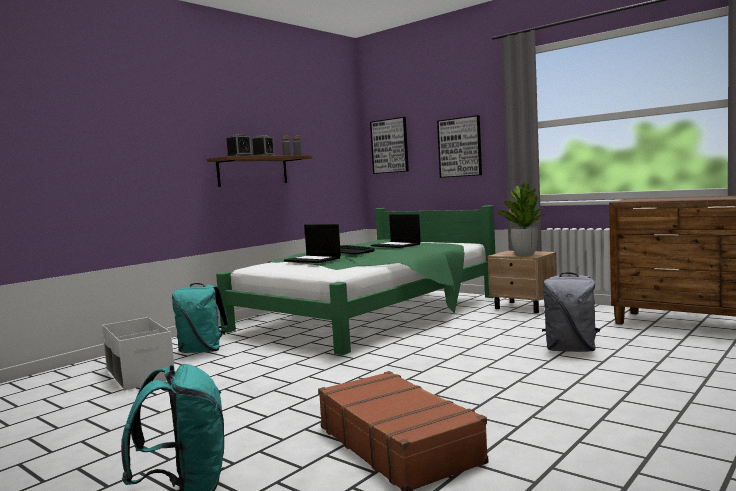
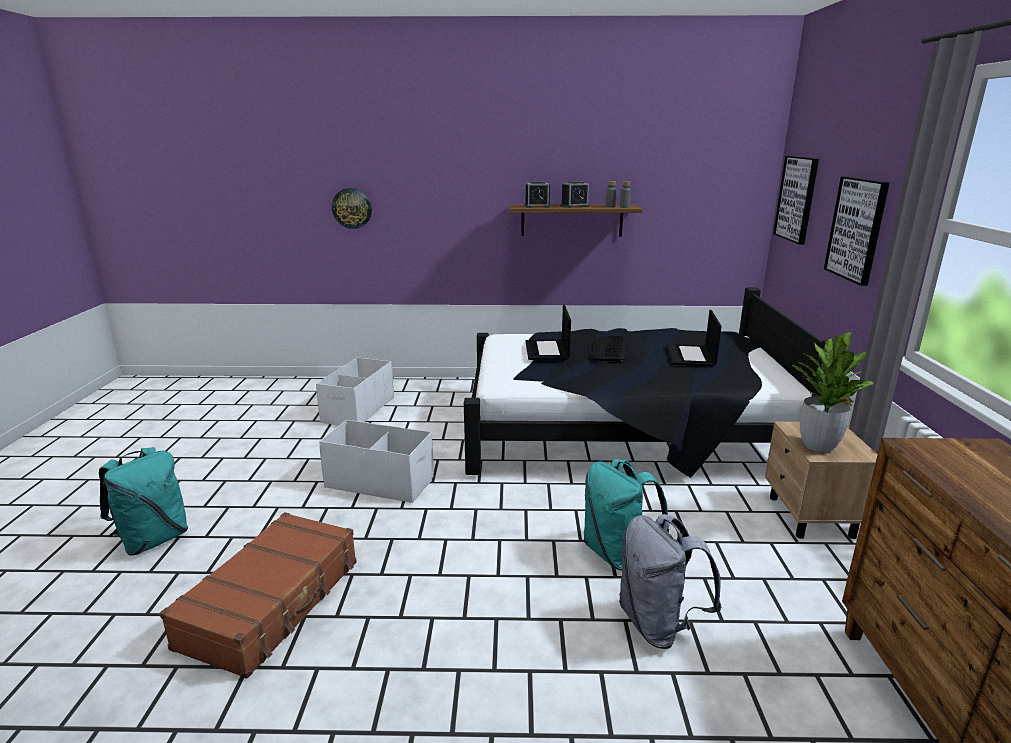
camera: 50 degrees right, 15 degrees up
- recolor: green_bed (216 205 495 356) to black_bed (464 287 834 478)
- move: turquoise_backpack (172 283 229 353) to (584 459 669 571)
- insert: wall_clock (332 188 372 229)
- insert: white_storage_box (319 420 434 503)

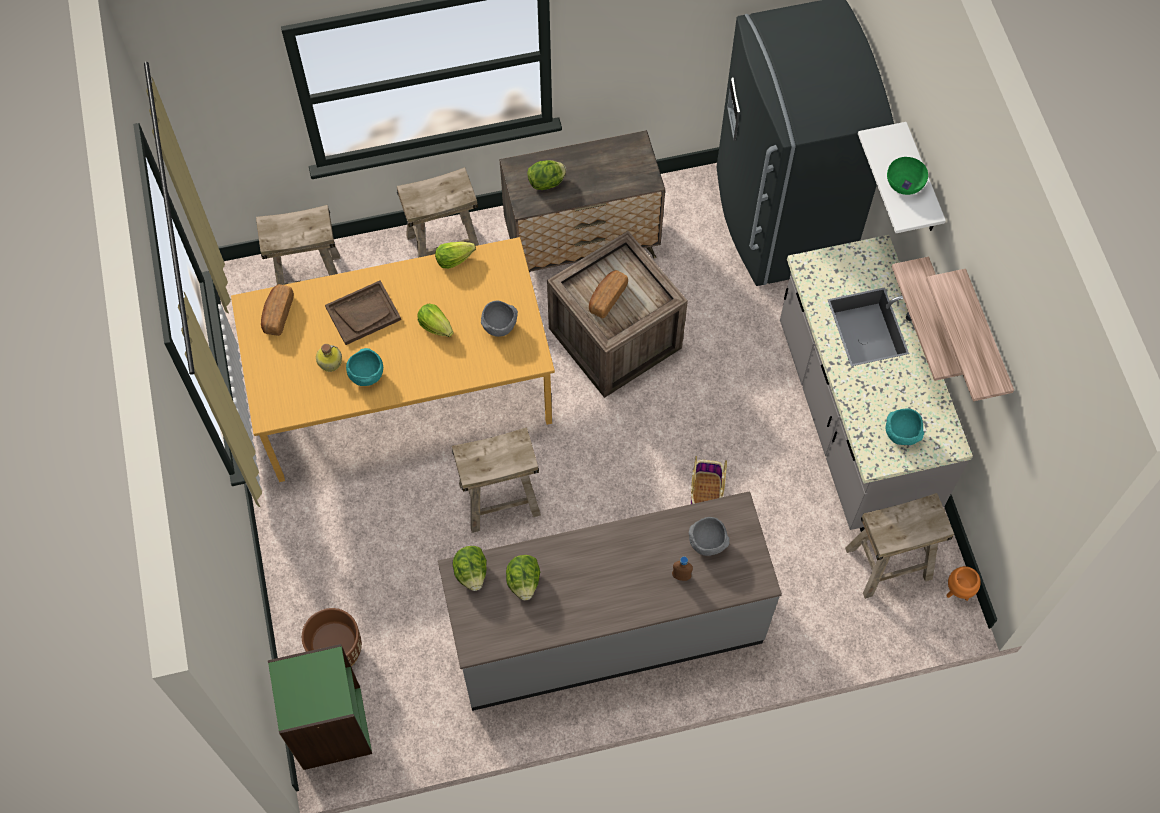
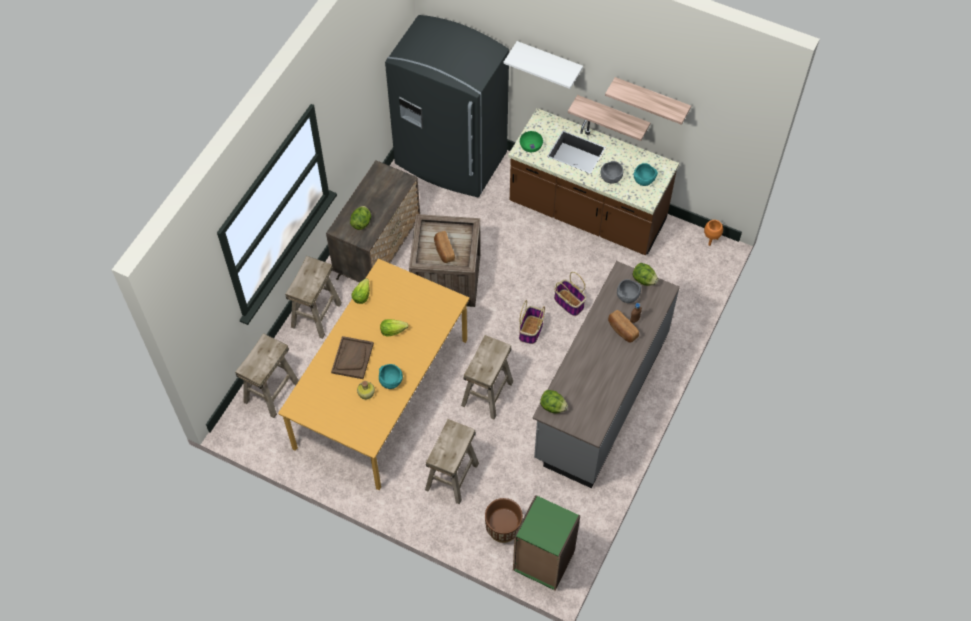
camera: 50 degrees left, 5 degrees down
- move: green_bowl (887 157 928 195) to (520 131 543 152)
- recolor: grey_counter (780 235 973 532) to brown_counter (508 108 679 255)
- move: bread (261 284 294 336) to (608 310 639 343)
- move: grey_bowl (481 300 518 337) to (601 161 623 184)
- move: beige_stool (845 493 954 599) to (425 419 479 504)
- move: lettuce (506 555 540 600) to (633 263 658 286)
- insert: basket (519 300 545 344)

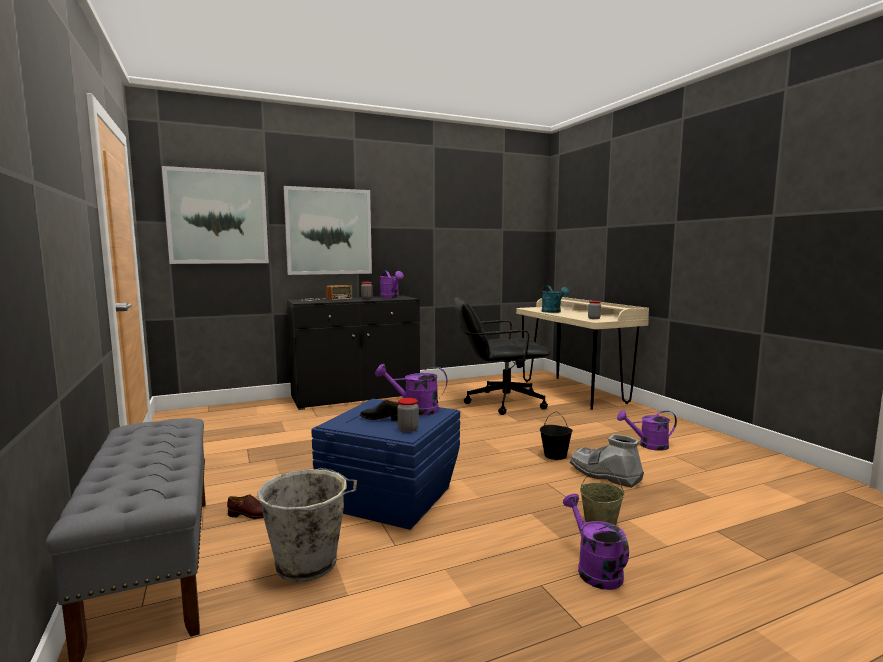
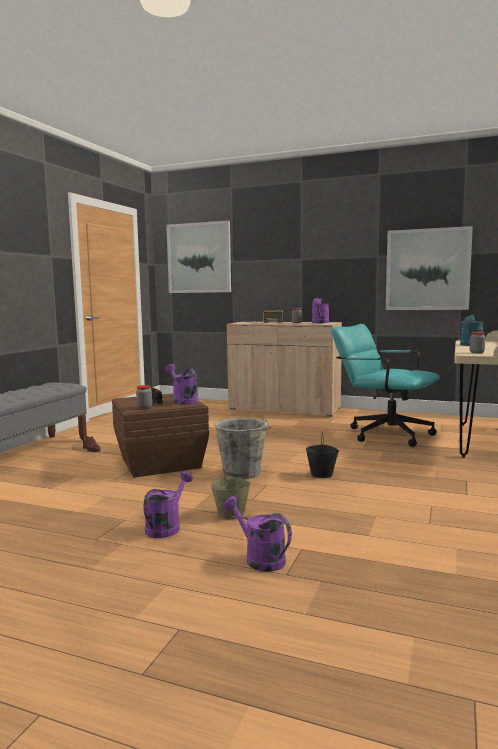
camera: 45 degrees right, 0 degrees up
- move: picture (283 186 372 275) to (386 226 473 310)
- recolor: black_cabinet (287 296 420 410) to beige_cabinet (227 322 342 417)
- recolor: black_office_chair (454 297 550 415) to turquoise_office_chair (331 324 440 447)
- recolor: blue_storage_box (311 399 460 530) to brown_storage_box (112 394 209 478)
- move: purple_watering_can (617 410 677 451) to (224 496 292 572)
- delete: grey_boot (570 434 644 488)
- move: grey_bucket (257 468 357 582) to (214 418 271 479)

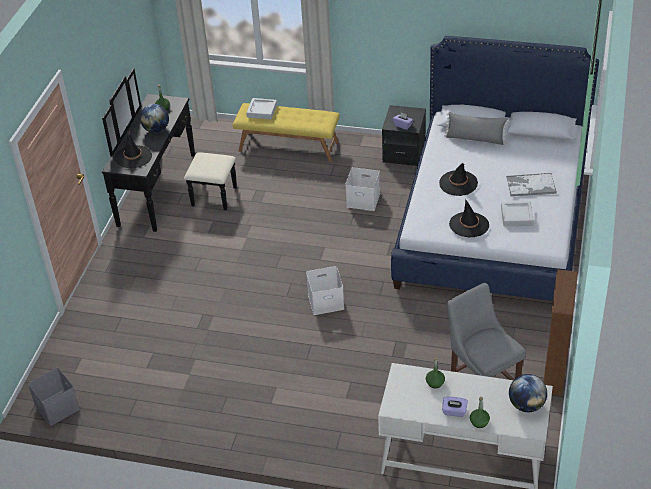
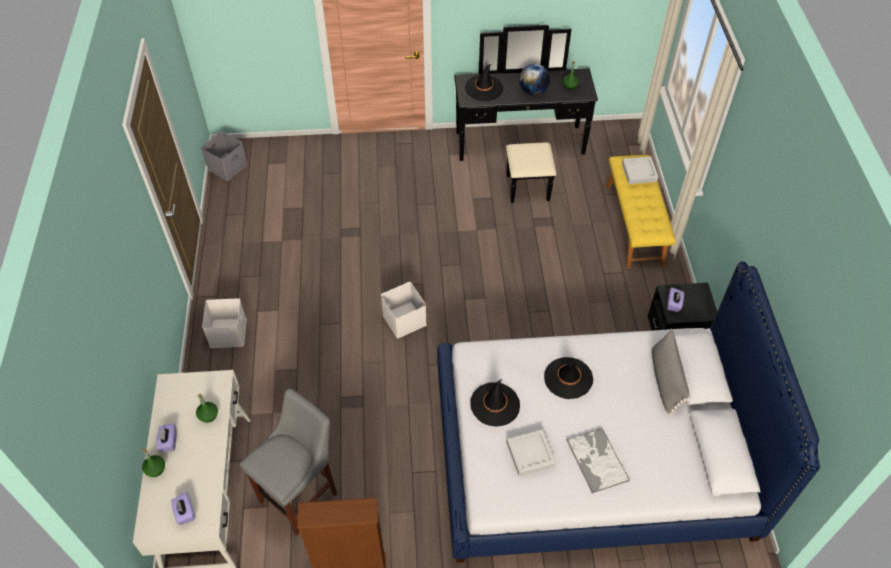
camera: 70 degrees right, 10 degrees up
- move: white_storage_box (345 167 380 211) to (202 298 247 348)
- replace: globe (509 374 547 412) to purple_tissue_box (171 492 195 525)

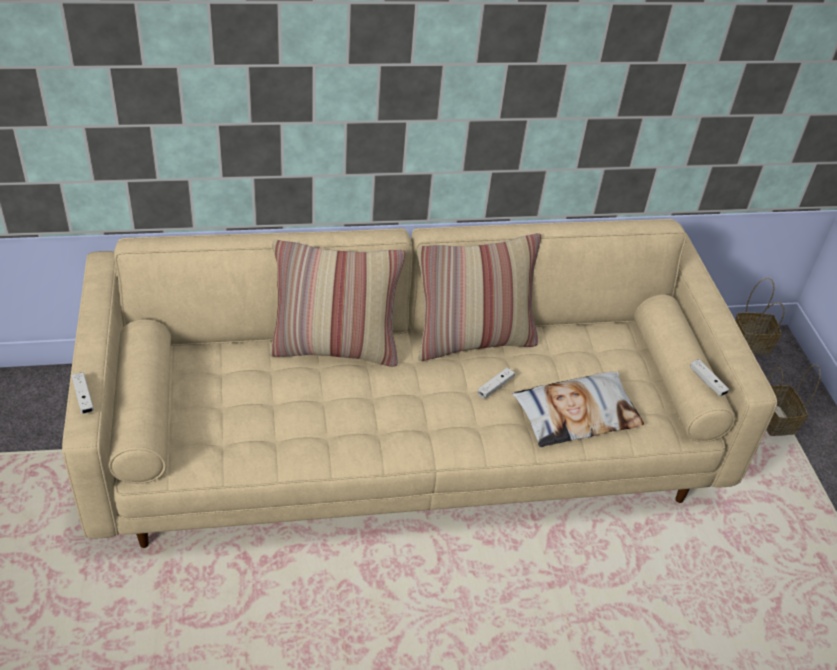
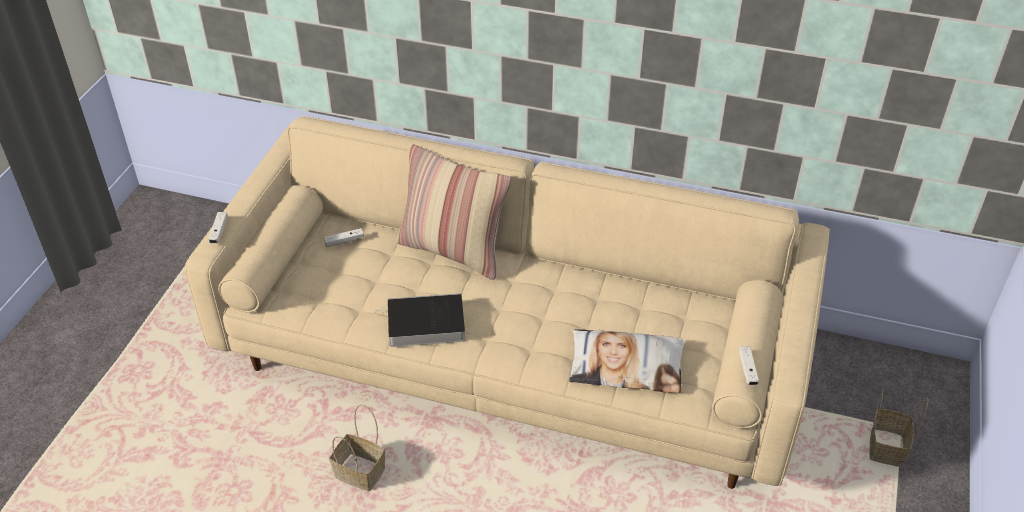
camera: 30 degrees right, 0 degrees up
- delete: pillow (417 233 541 361)
- move: basket (735 278 785 355) to (329 404 385 491)
- move: white_game_controller (478 368 515 399) to (324 228 364 247)
- insert: book (374 293 465 347)

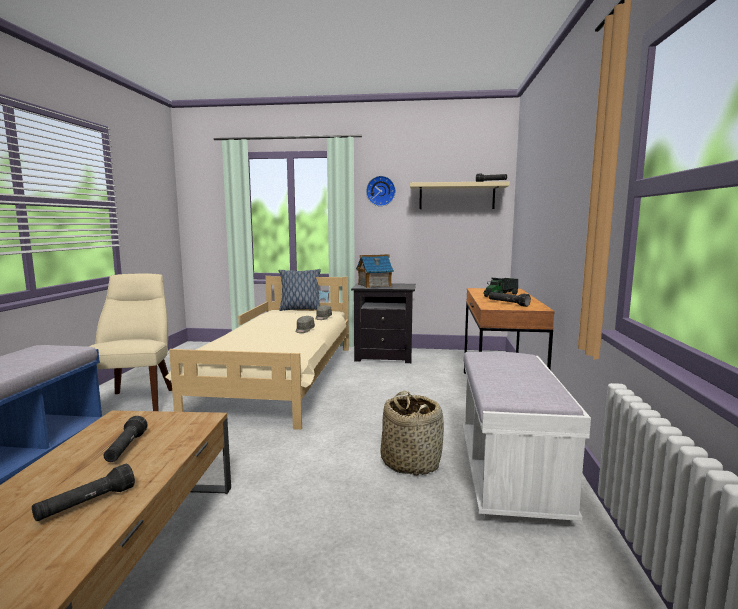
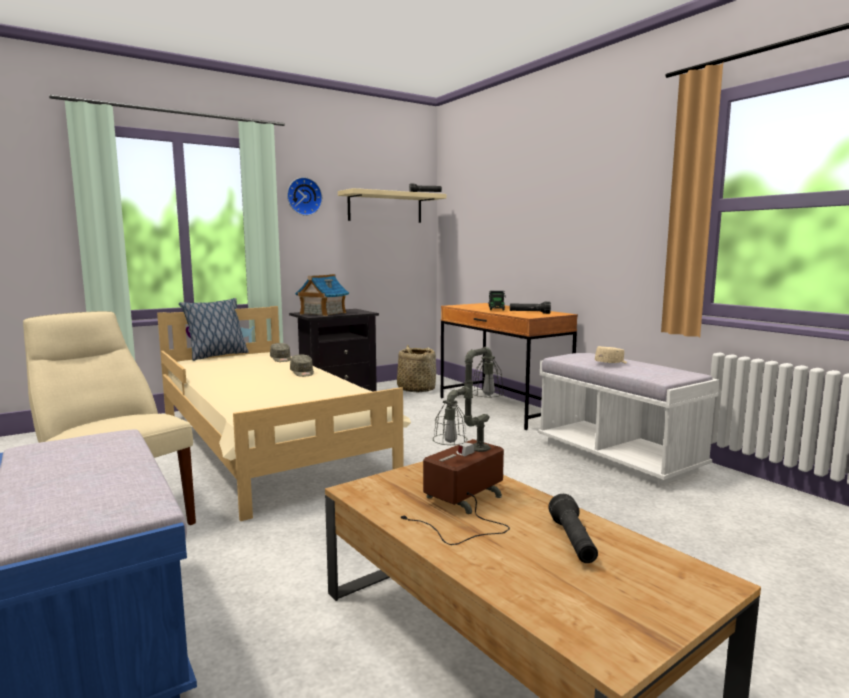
camera: 40 degrees left, 0 degrees up
- move: basket (381 391 444 476) to (397 345 436 392)
- replace: black_flashlight (104 416 148 462) to table_lamp (401 347 510 545)
- insert: beige_cap (595 346 627 364)

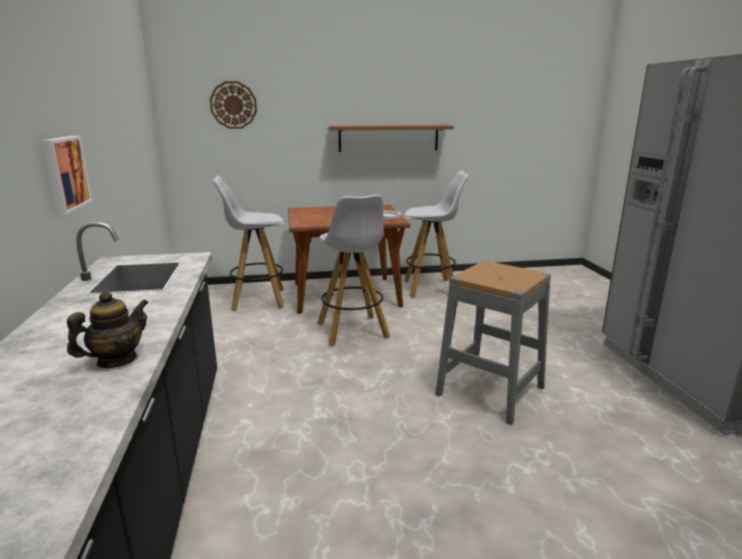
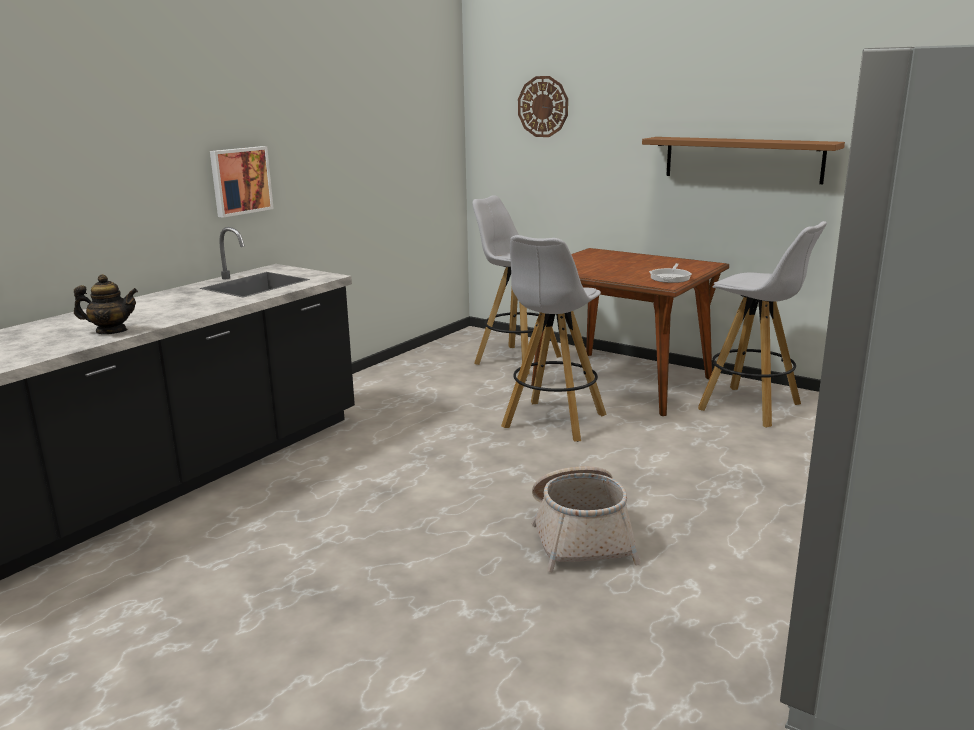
camera: 45 degrees right, 0 degrees up
- replace: grey_stool (435 261 551 425) to basket (532 466 641 572)

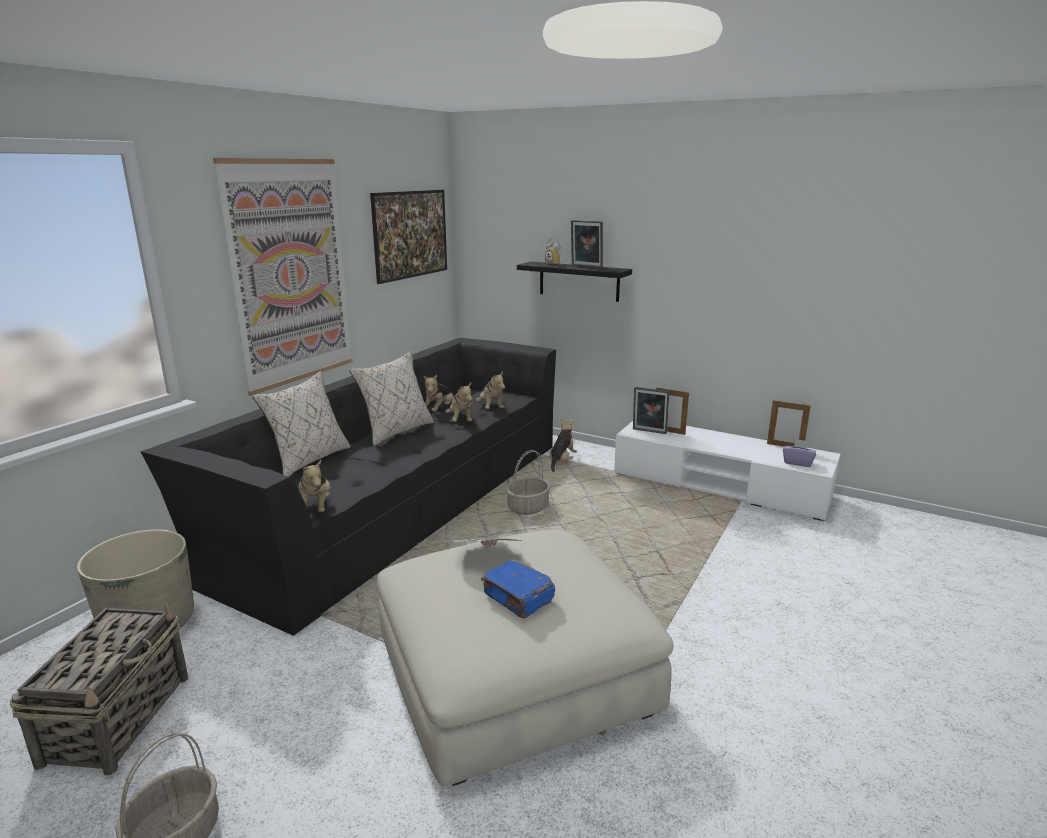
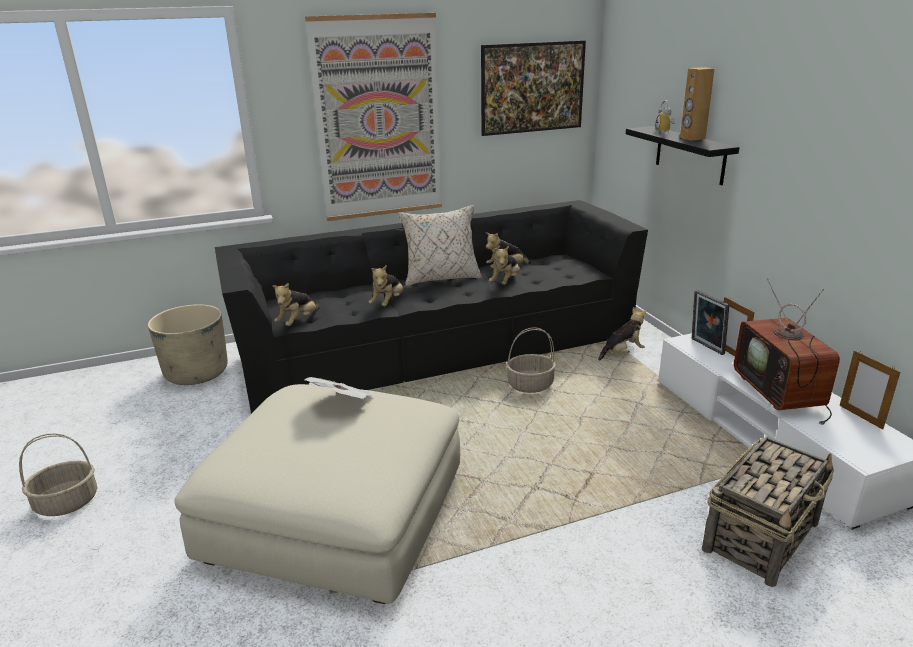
camera: 40 degrees right, 5 degrees up
- replace: picture_frame (571 220 603 268) to brown_speaker (680 67 714 141)
- delete: beige_pillow (252 371 351 477)
- move: plush_toy (476 371 505 409) to (369 265 403 307)
- delete: purple_tissue_box (783 439 816 467)
- delete: blue_book (481 559 555 618)
- move: basket (10 603 188 775) to (702 436 834 587)
- insert: television (734 278 840 425)

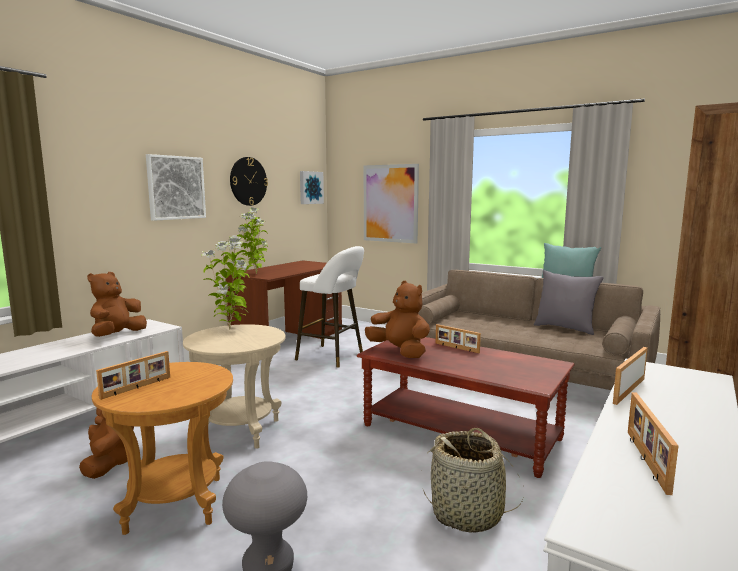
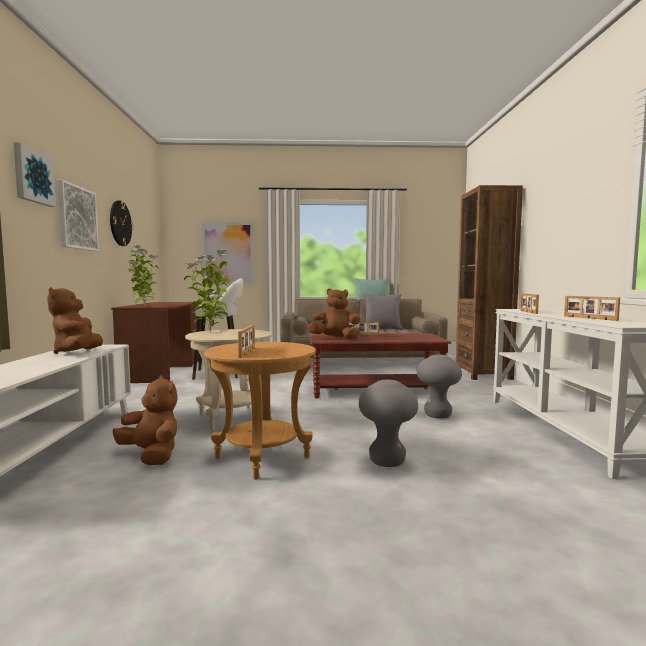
camera: 35 degrees left, 5 degrees down
- move: picture (300 171 324 204) to (14 142 56 207)
- replace: basket (423 428 524 533) to grey_stool (417 355 462 418)

